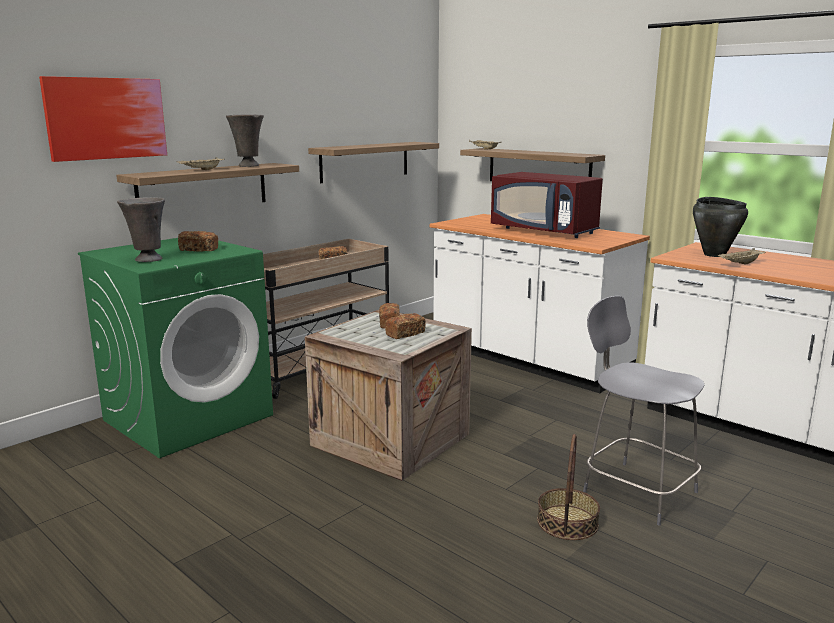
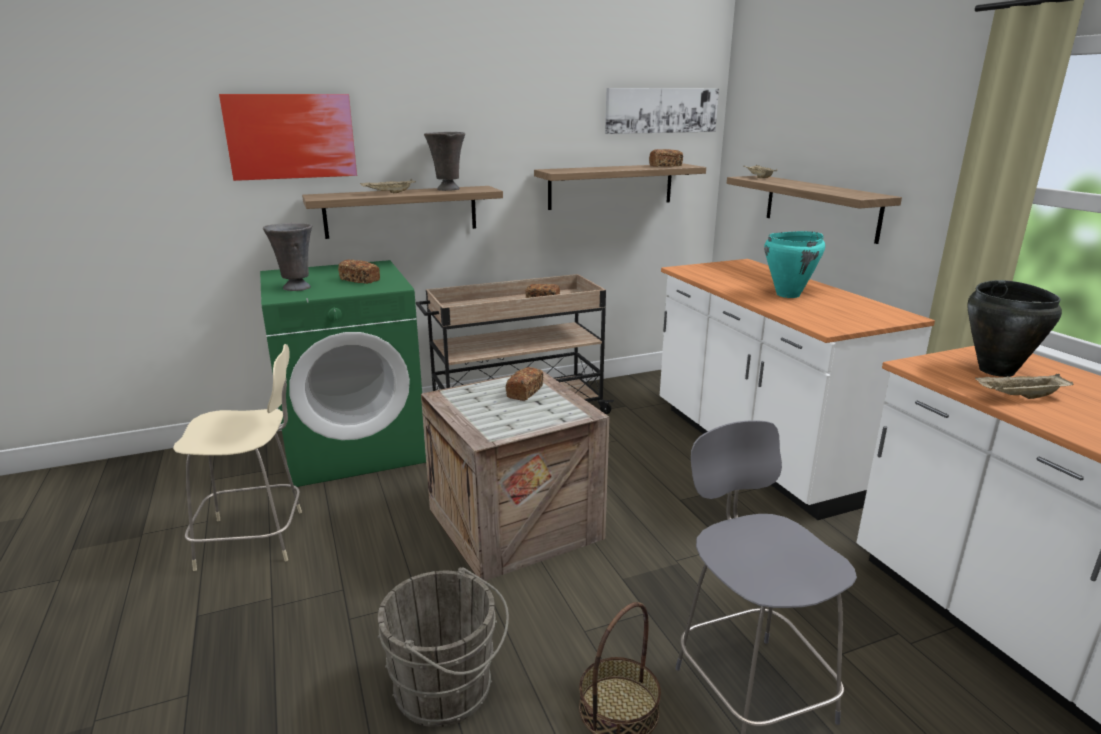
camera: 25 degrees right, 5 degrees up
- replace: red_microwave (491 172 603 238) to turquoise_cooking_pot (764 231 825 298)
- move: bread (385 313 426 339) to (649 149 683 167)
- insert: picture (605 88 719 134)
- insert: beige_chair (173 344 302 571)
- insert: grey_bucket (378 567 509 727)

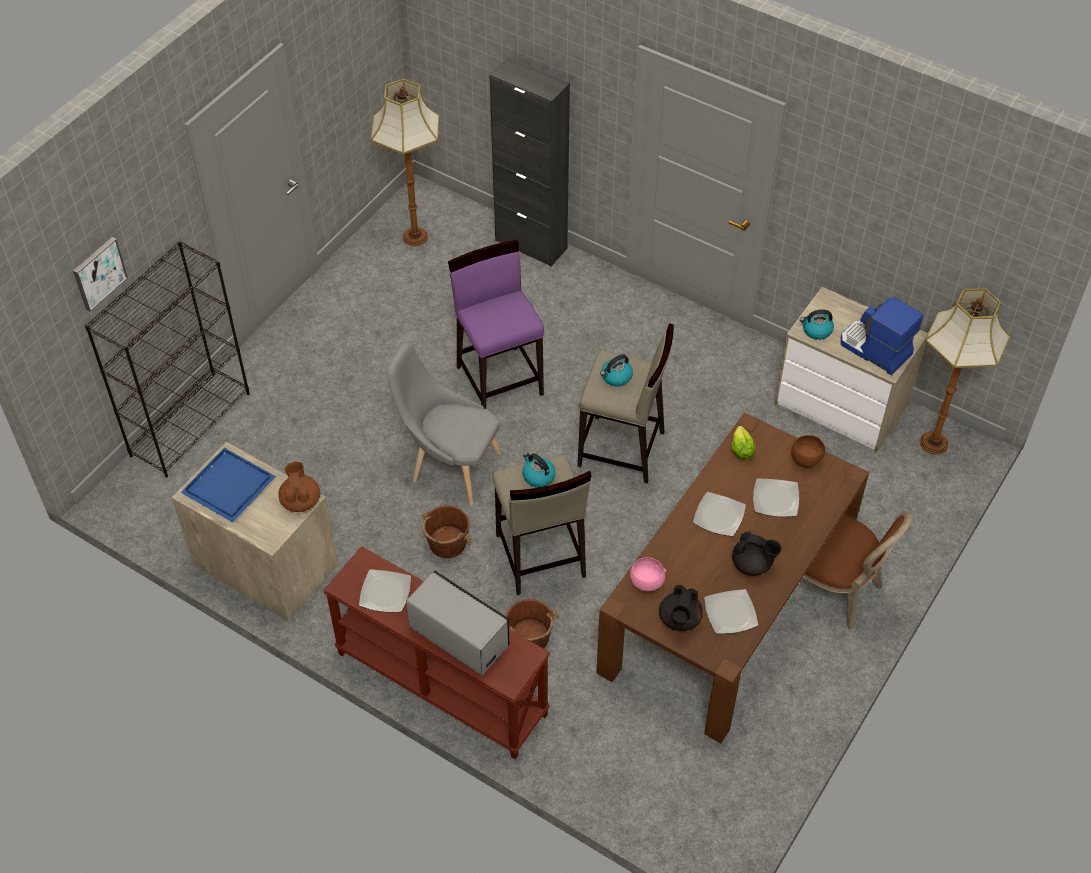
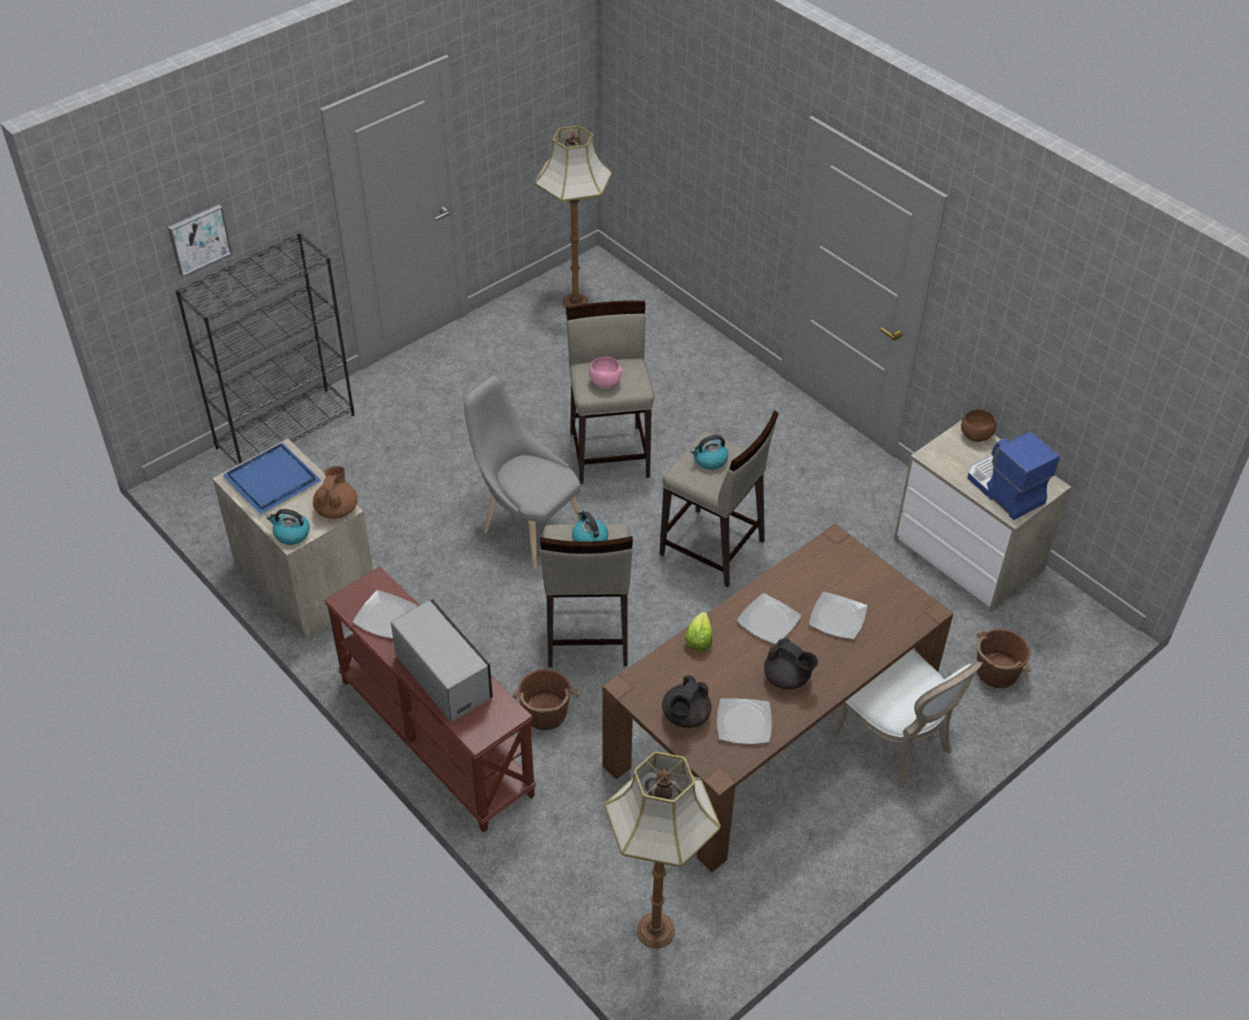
camera: 15 degrees right, 5 degrees down
- delete: black_cabinet (490 57 570 267)
- recolor: purple_stool (448 240 544 409) to beige_stool (566 301 654 484)
- move: floor_lamp (920 288 1010 455) to (605 751 721 948)
- move: kettle (800 309 834 340) to (267 509 310 545)
- move: lettuce (732 426 755 460) to (684 612 712 652)
- move: brown_bowl (791 435 825 467) to (961 409 997 442)
- move: brown_bucket (422 506 472 558) to (976 629 1031 688)
- recolor: brown_chair (803 511 913 629) to white_chair (831 649 983 788)
- move: pink_bowl (630 557 666 592) to (589 357 623 388)

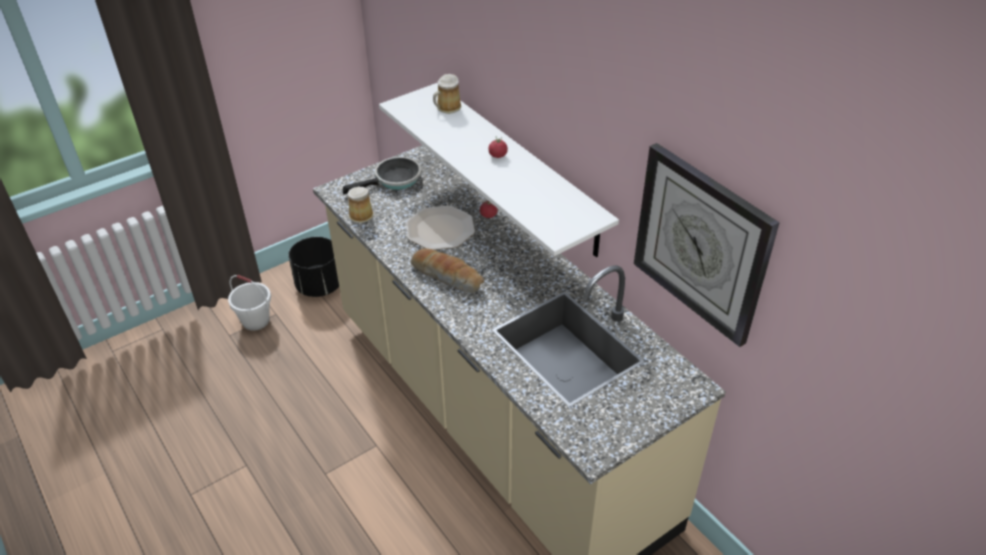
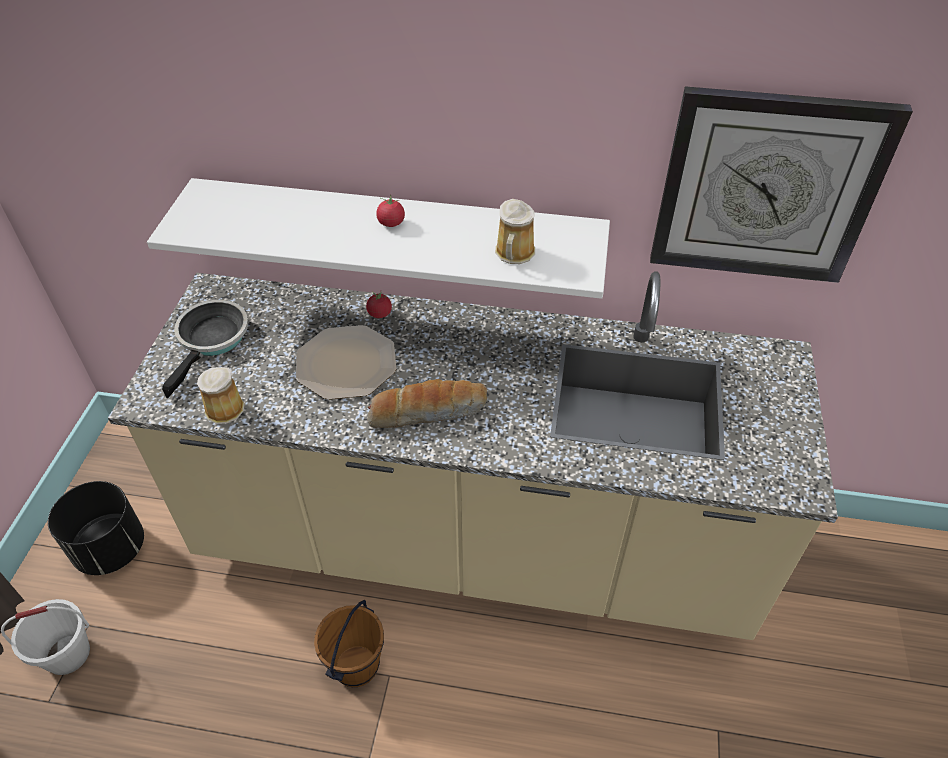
camera: 45 degrees left, 5 degrees up
- move: mug (433 74 462 114) to (495 199 535 264)
- insert: brown_bucket (314 600 384 687)

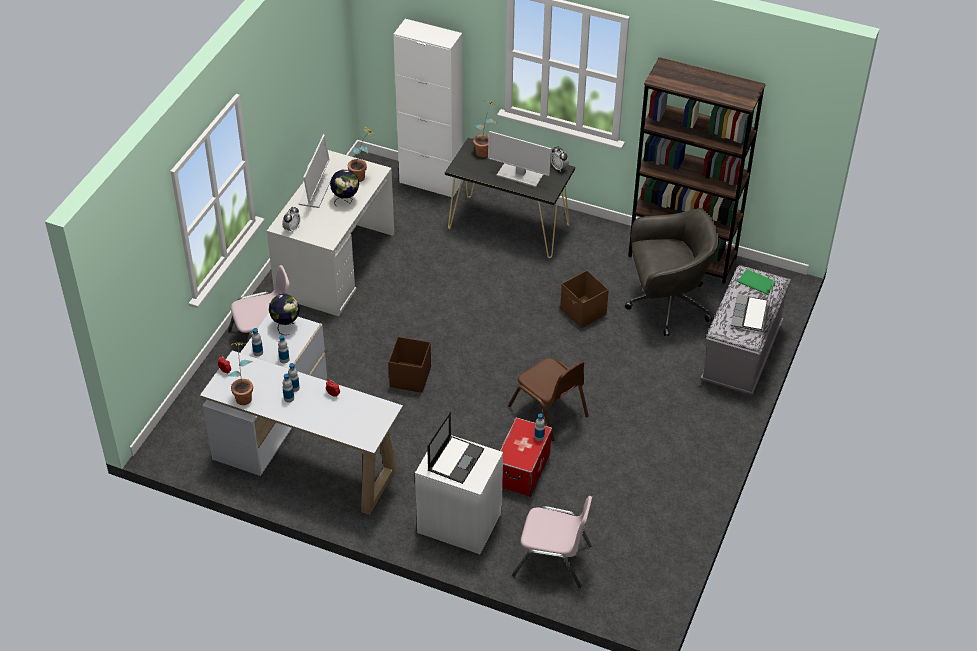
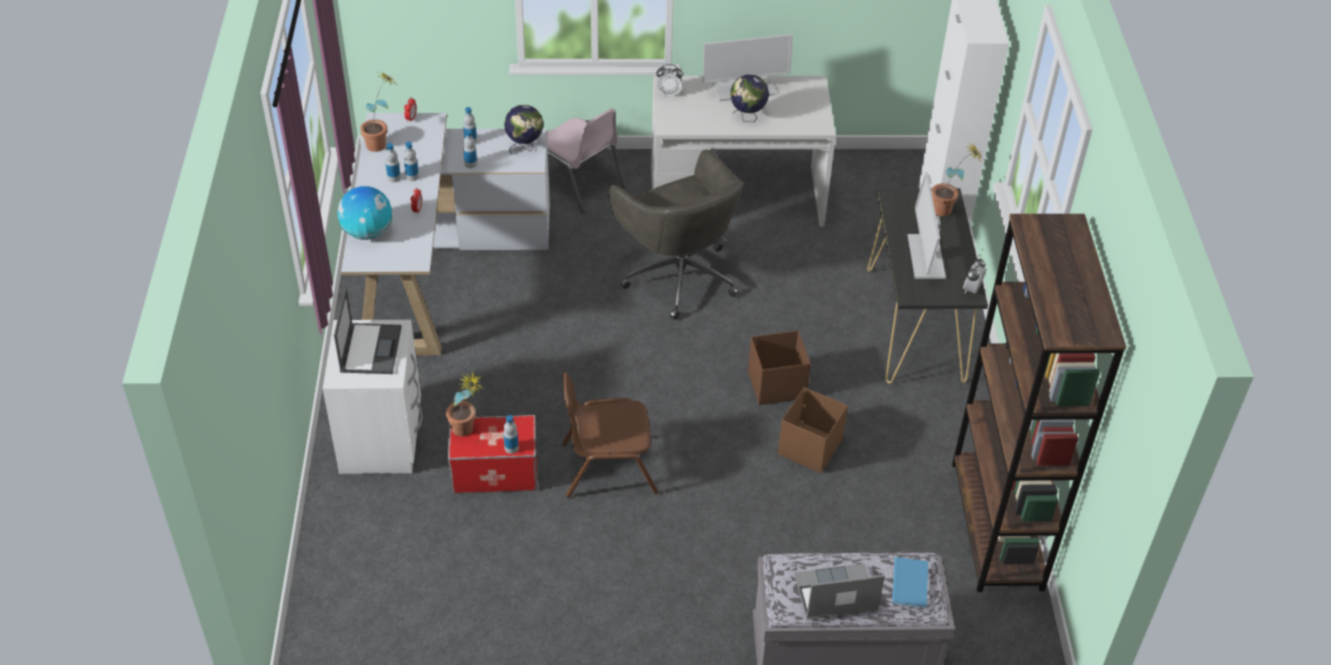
camera: 65 degrees right, 0 degrees up
- move: potted_plant (348 126 375 182) to (446 370 484 437)
- move: grey_office_chair (625 208 719 336) to (608 150 743 320)
- recolor: green_book (738 269 776 295) to blue_book (892 557 929 608)
- move: brown_storage_box (389 337 431 393) to (748 330 811 405)
- rotate: brown_chair (508 358 589 441) = (562 372 658 498) 60 degrees clockwise
- rotate: laptop (427 411 484 484) = (334 288 402 374) 90 degrees counterclockwise
- delete: pink_chair (512 496 592 588)
- insert: globe (337 186 392 240)

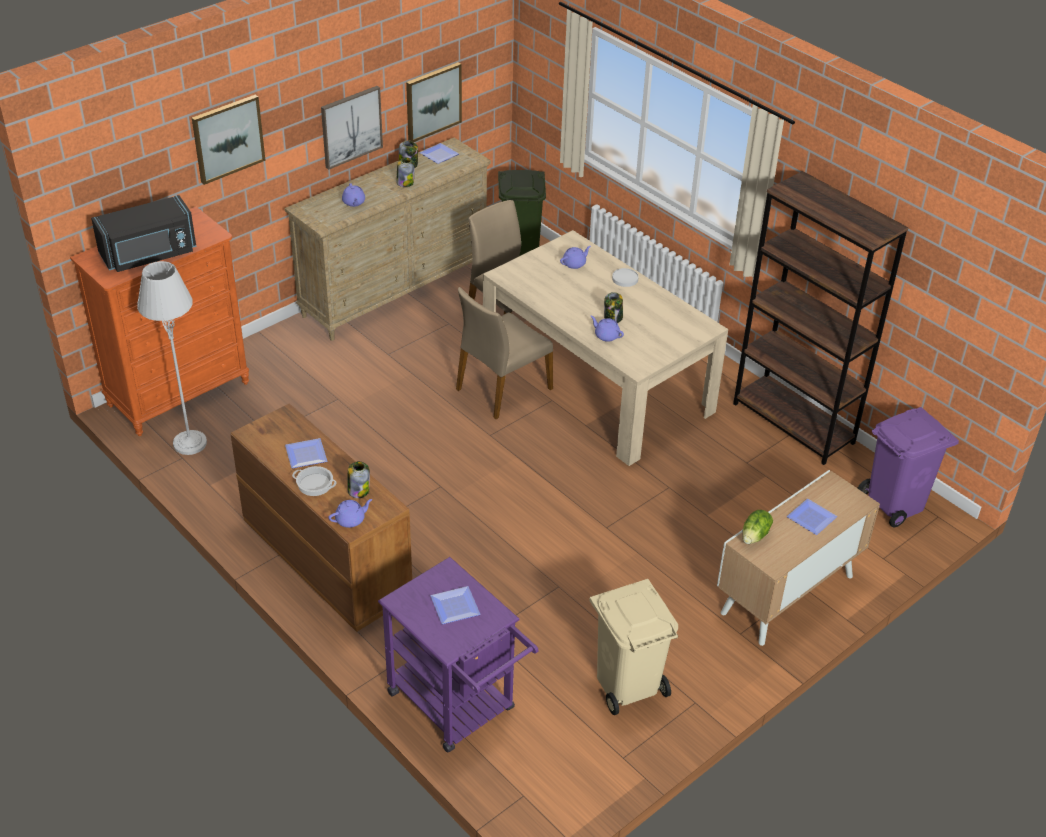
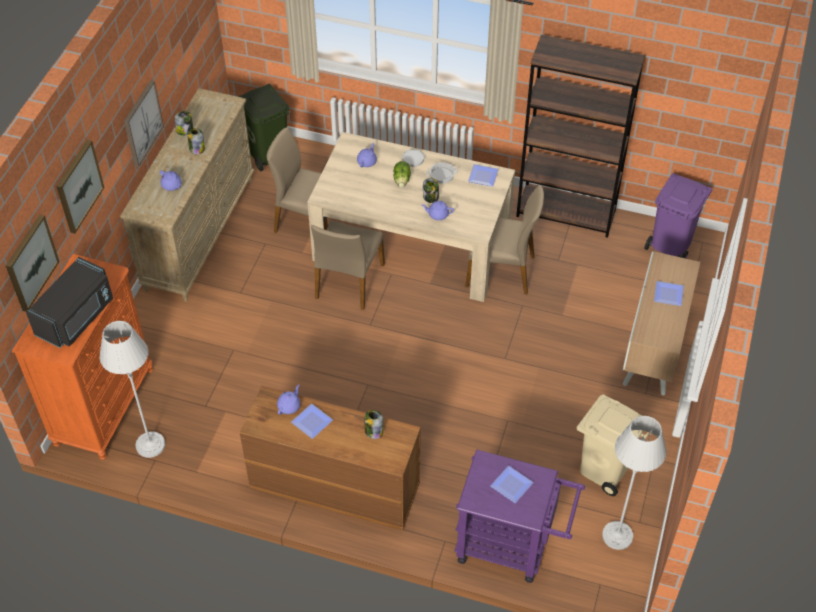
camera: 30 degrees left, 10 degrees up
- move: picture (406 62 462 142) to (6 215 60 312)
- move: plate (420 143 459 164) to (468 164 499 187)
- move: cooking_pot (292 466 337 496) to (426 162 458 184)
- move: purple_teapot (328 499 373 528) to (277 384 300 415)
- move: lettuce (743 510 773 544) to (394 161 411 188)
- insert: beige_chair (465 185 544 294)
- insert: grey_floor_lamp (602 416 666 550)

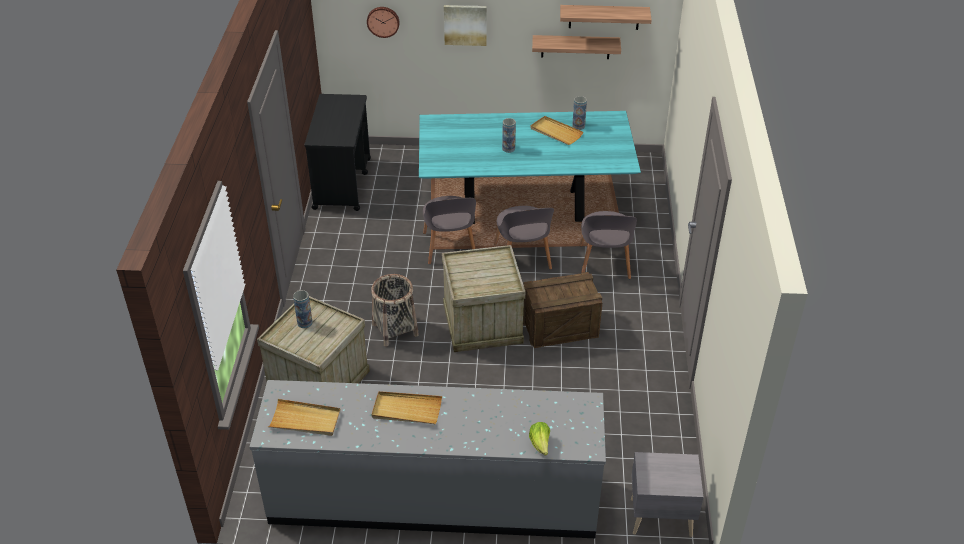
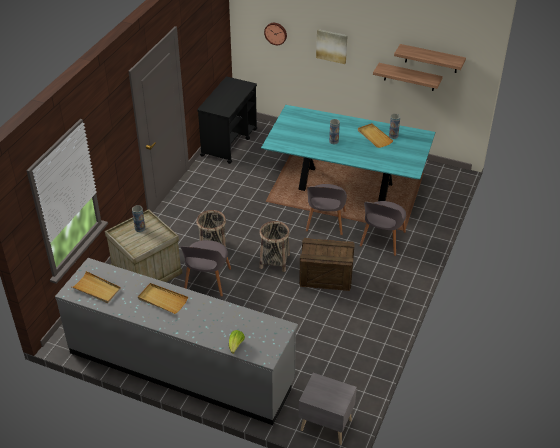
camera: 20 degrees right, 0 degrees up
- move: grey_chair (423 196 476 264) to (181 240 231 297)
- replace: crate (442 245 525 352) to basket (259 221 290 272)

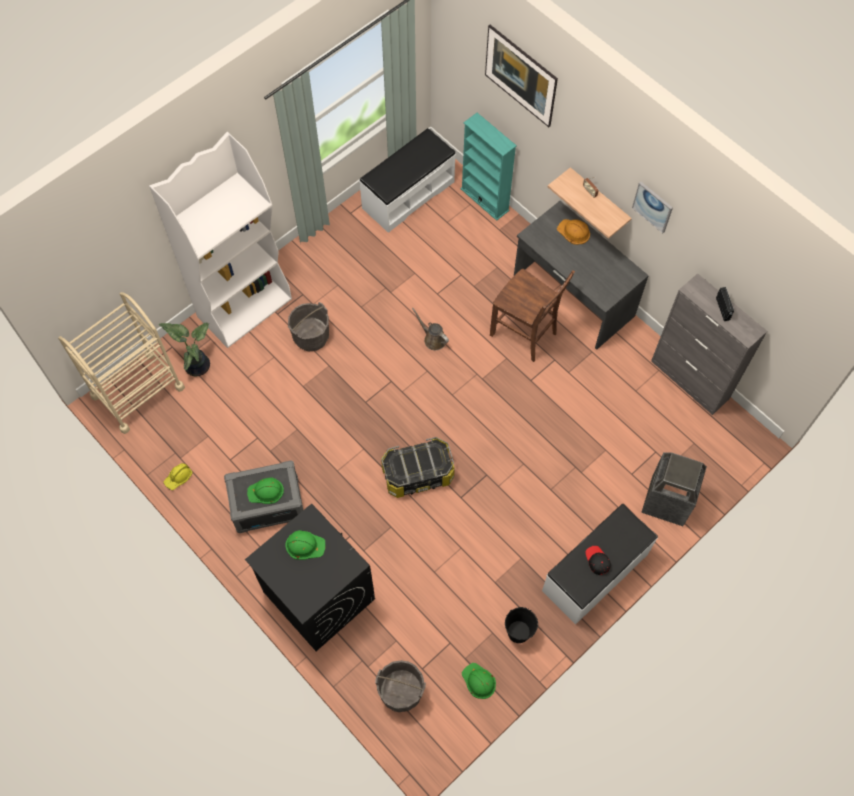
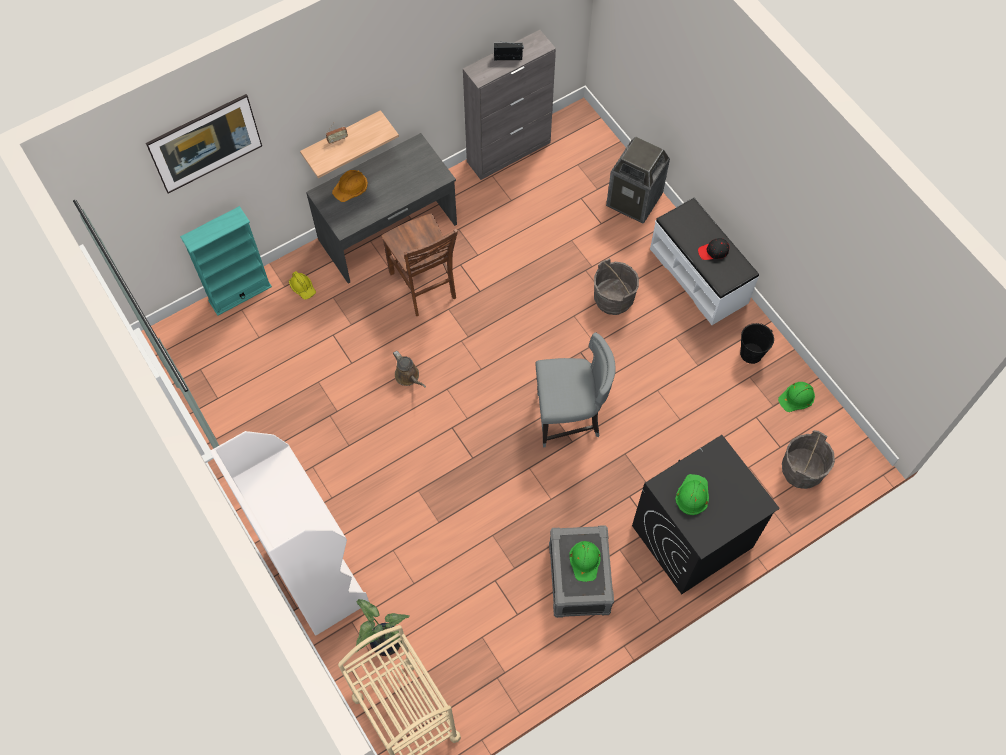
camera: 80 degrees left, 0 degrees up
- delete: white_bench (359 128 456 233)
- delete: picture (632 182 673 233)
- rotate: brown_chair (490 269 575 362) = (381 214 458 316) 105 degrees clockwise
- move: grey_bucket (287 302 329 352) to (594 258 639 315)
- rotate: brown_watering_can (412 308 449 350) = (393 351 426 388) 90 degrees counterclockwise
- replace: storage_box (381 437 455 498) to grey_chair (536 332 616 447)
- move: yellow_hard_hat (164 463 192 490) to (289 271 316 300)

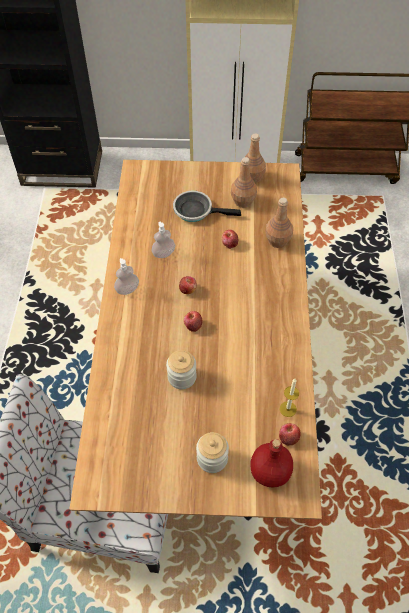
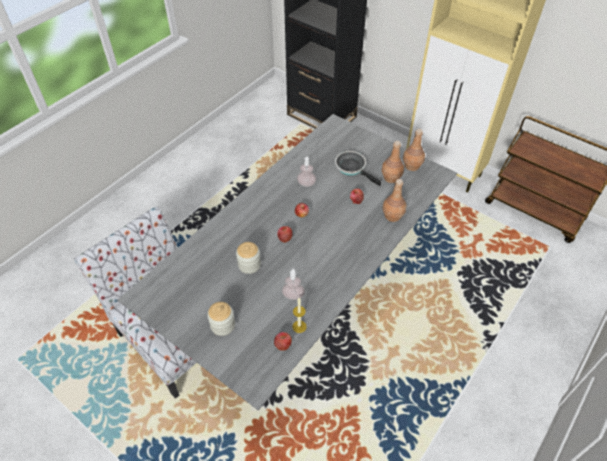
camera: 35 degrees right, 5 degrees down
- recolor: brown_dining_table (69 160 322 520) to grey_dining_table (118 114 457 410)
- move: soap_dispenser (114 258 139 295) to (282 269 305 300)
- delete: red_bottle (250 439 293 487)

